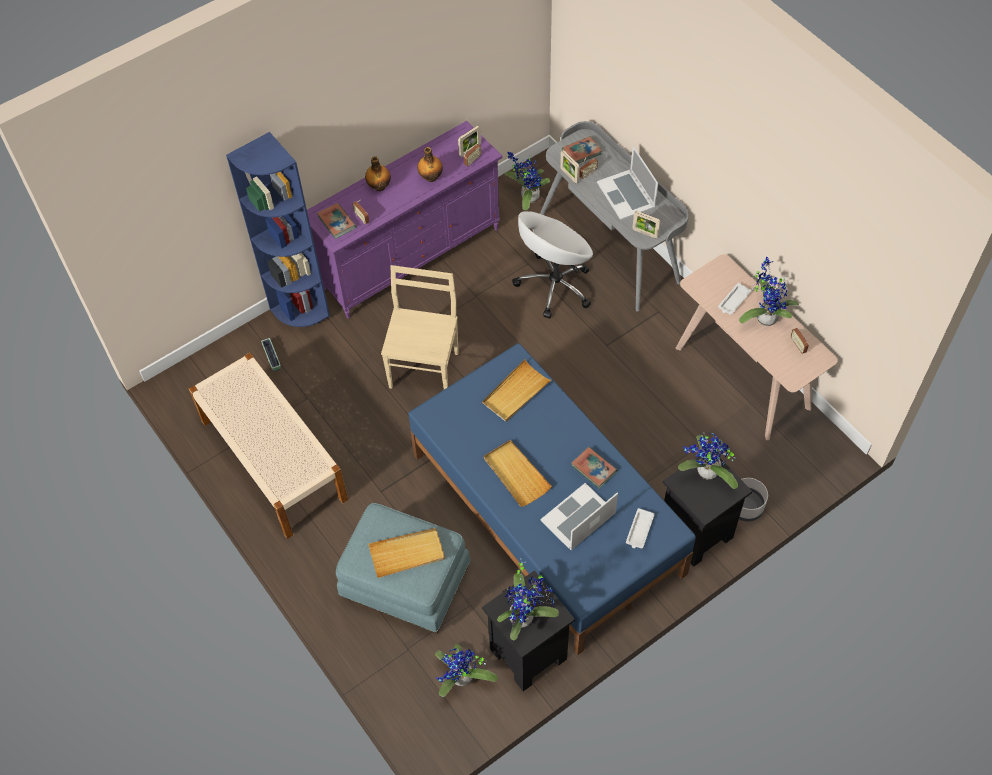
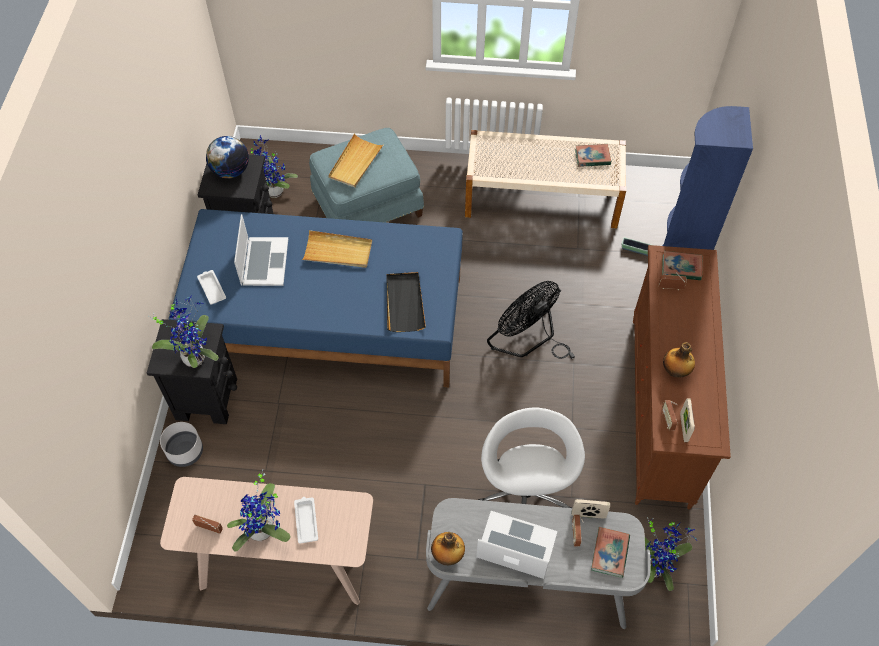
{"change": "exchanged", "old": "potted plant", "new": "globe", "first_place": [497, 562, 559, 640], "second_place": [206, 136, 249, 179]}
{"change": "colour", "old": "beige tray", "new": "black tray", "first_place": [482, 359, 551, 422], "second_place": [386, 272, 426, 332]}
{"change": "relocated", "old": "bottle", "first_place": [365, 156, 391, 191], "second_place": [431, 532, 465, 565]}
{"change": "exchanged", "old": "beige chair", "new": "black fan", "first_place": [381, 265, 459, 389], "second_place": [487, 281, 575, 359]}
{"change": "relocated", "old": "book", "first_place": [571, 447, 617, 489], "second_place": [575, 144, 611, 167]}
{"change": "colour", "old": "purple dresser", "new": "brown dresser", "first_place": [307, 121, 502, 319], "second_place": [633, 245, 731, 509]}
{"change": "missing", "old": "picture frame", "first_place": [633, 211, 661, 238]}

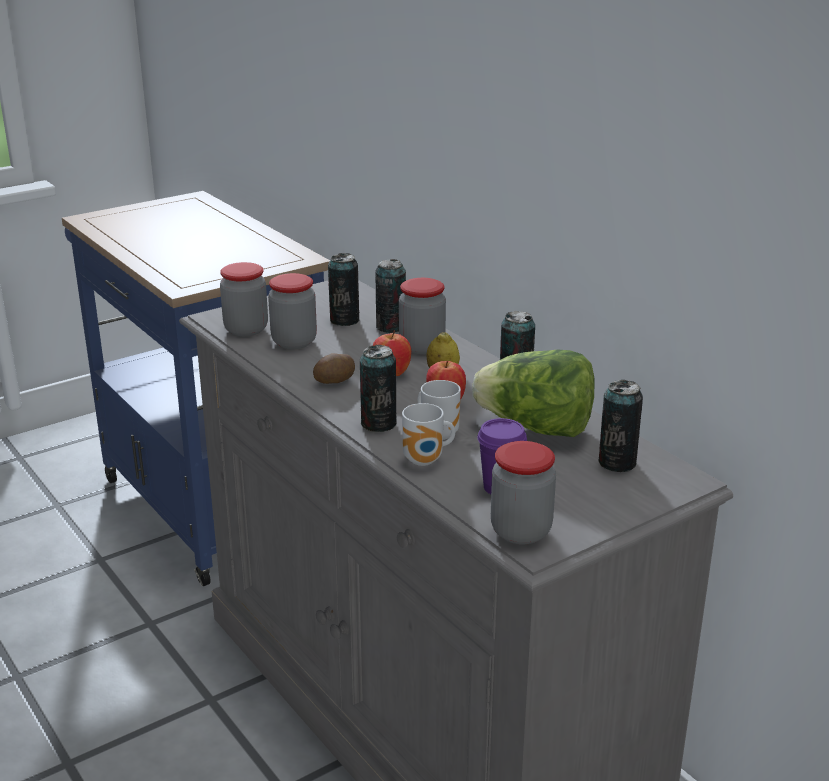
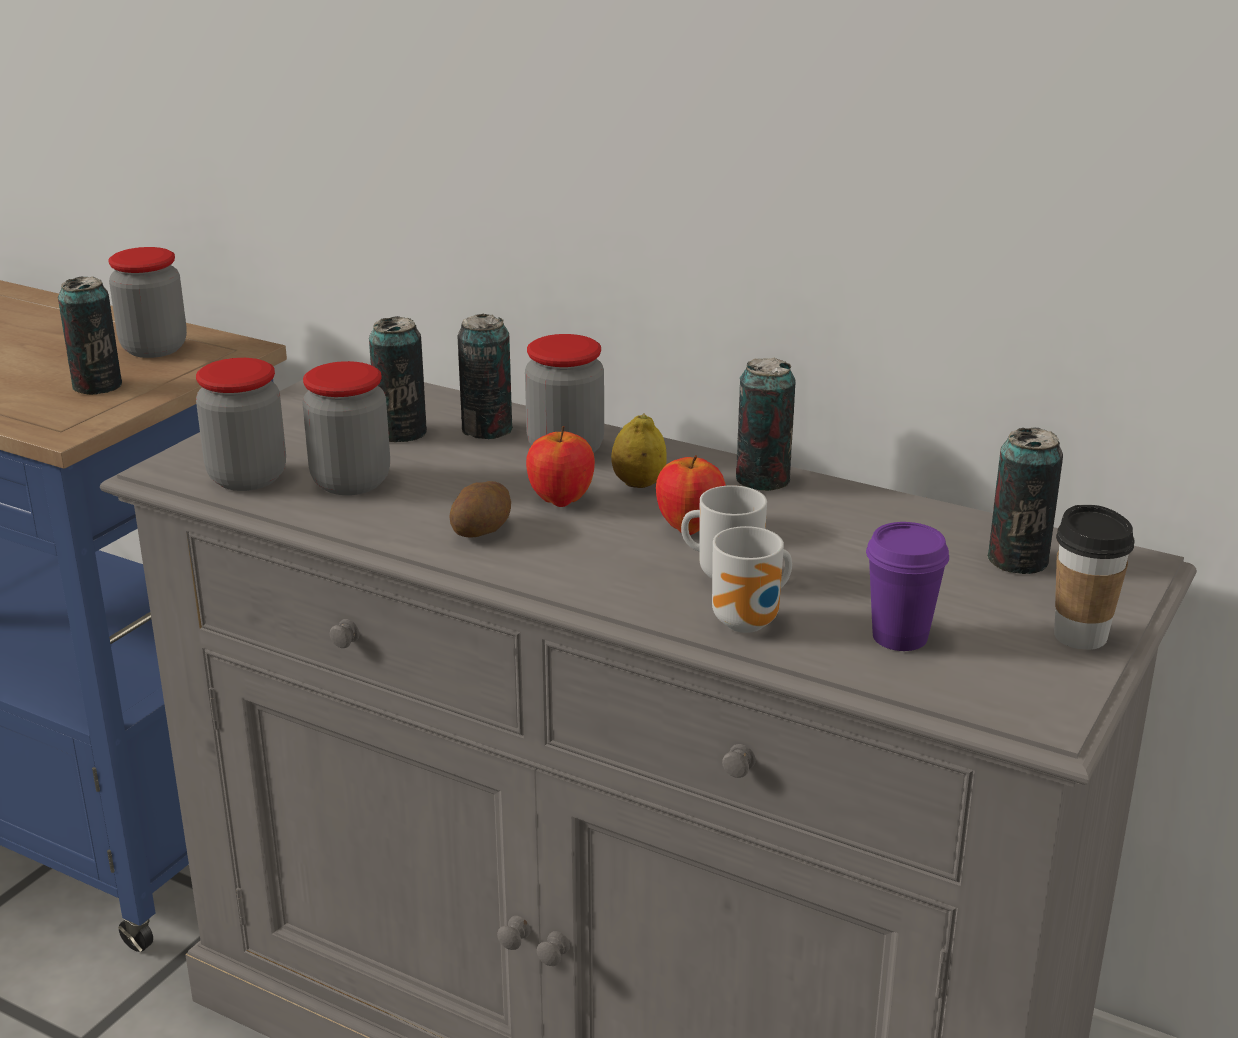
{"change": "relocated", "old": "can", "first_place": [360, 345, 397, 432], "second_place": [58, 276, 122, 395]}
{"change": "relocated", "old": "jar", "first_place": [491, 441, 556, 544], "second_place": [108, 247, 187, 358]}
{"change": "appeared", "new": "cup", "second_place": [1054, 505, 1135, 650]}
{"change": "missing", "old": "lettuce", "first_place": [472, 350, 595, 437]}

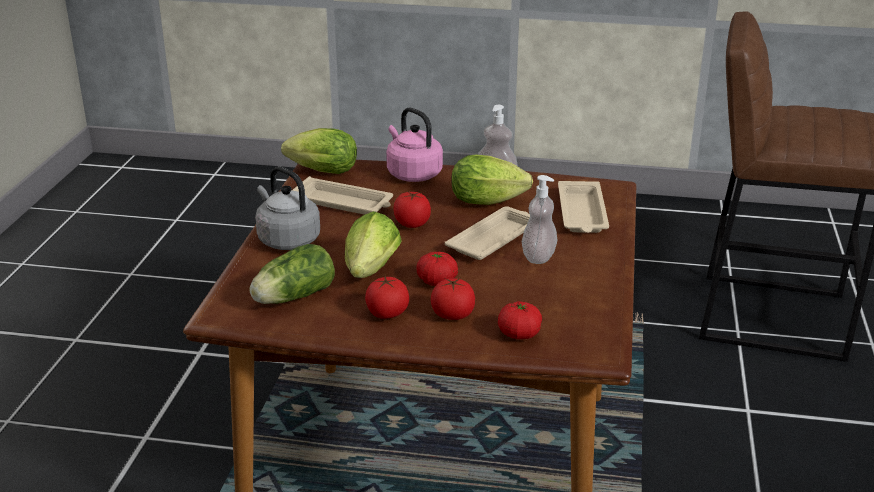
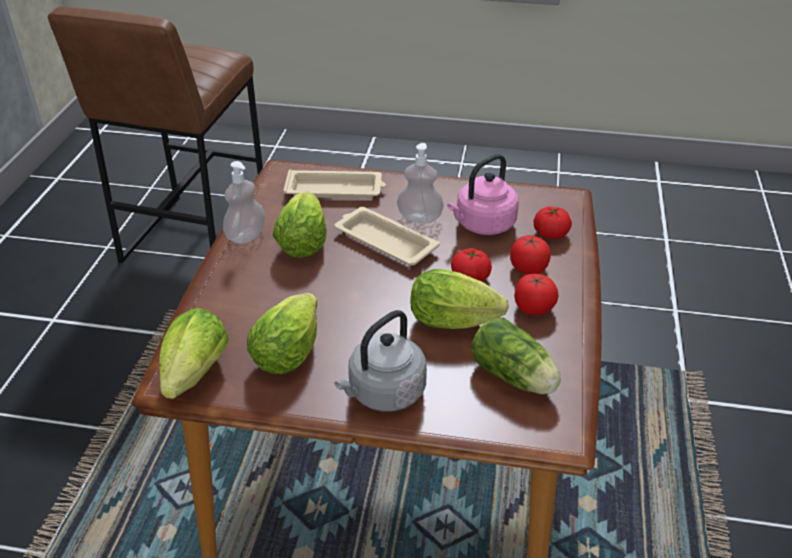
{"change": "exchanged", "old": "beige tray", "new": "lettuce", "first_place": [292, 176, 393, 215], "second_place": [247, 293, 317, 374]}
{"change": "relocated", "old": "pink kettle", "first_place": [386, 107, 443, 182], "second_place": [447, 154, 519, 235]}
{"change": "missing", "old": "tomato", "first_place": [393, 192, 431, 228]}

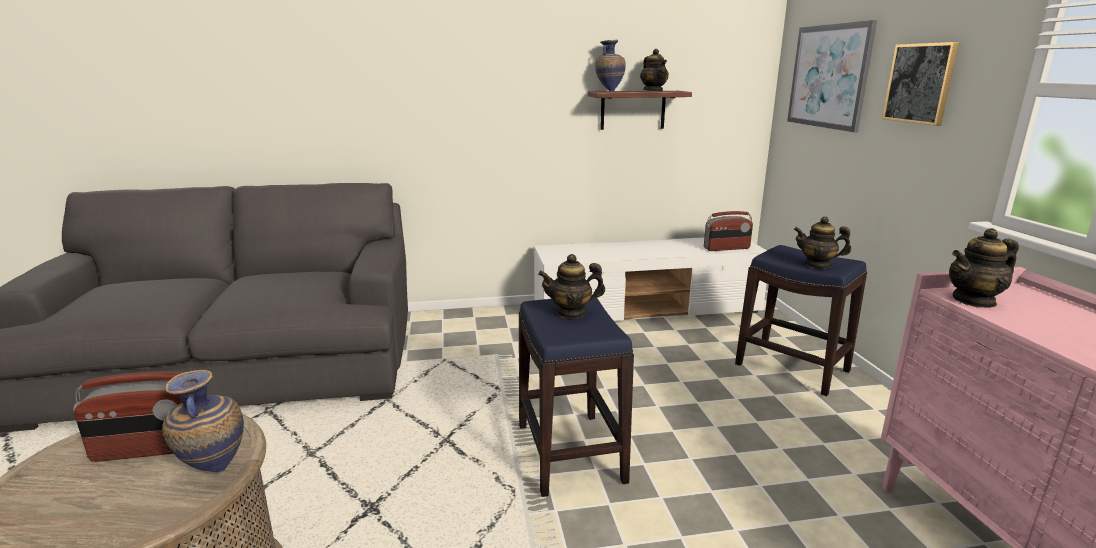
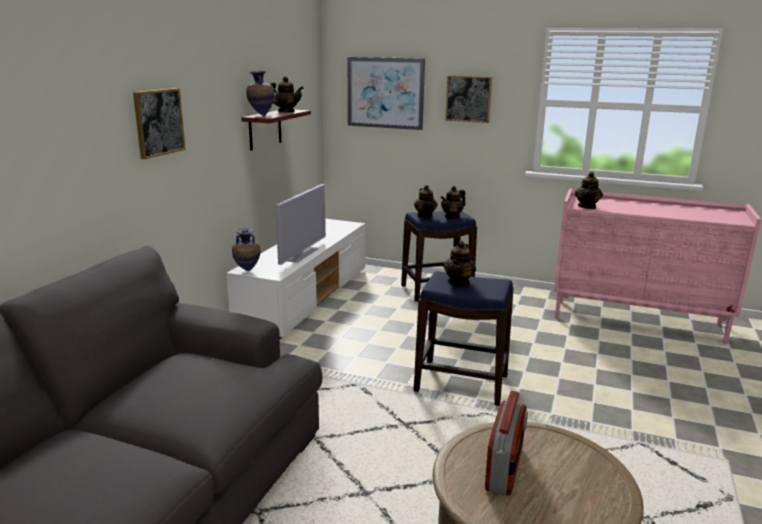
{"change": "appeared", "new": "picture", "second_place": [133, 88, 185, 159]}
{"change": "relocated", "old": "vase", "first_place": [162, 370, 244, 472], "second_place": [232, 228, 261, 271]}
{"change": "appeared", "new": "television", "second_place": [275, 184, 326, 265]}
{"change": "appeared", "new": "teapot", "second_place": [414, 185, 437, 218]}
{"change": "missing", "old": "radio", "first_place": [704, 211, 753, 251]}

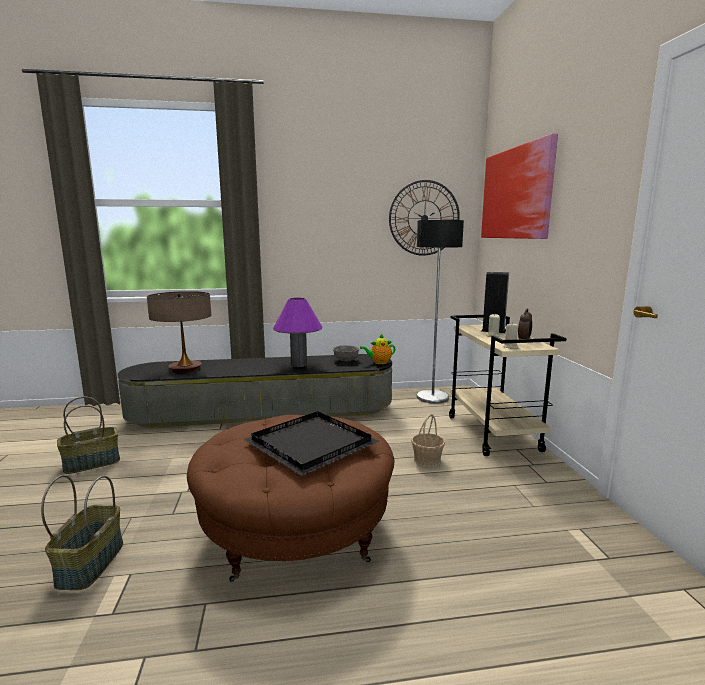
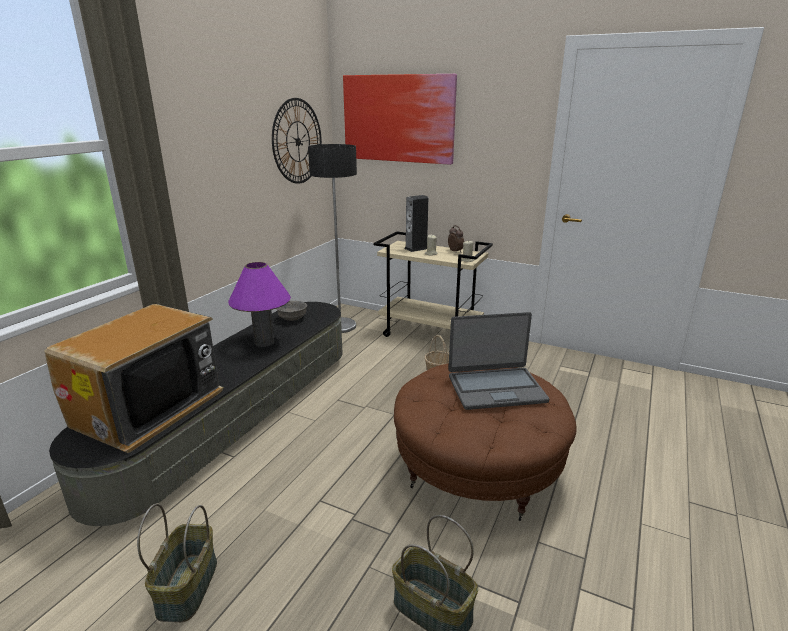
{"change": "exchanged", "old": "table lamp", "new": "television", "first_place": [147, 291, 211, 372], "second_place": [44, 304, 224, 453]}
{"change": "exchanged", "old": "black tray", "new": "laptop", "first_place": [244, 411, 379, 476], "second_place": [448, 312, 549, 410]}
{"change": "missing", "old": "teapot", "first_place": [360, 334, 395, 364]}

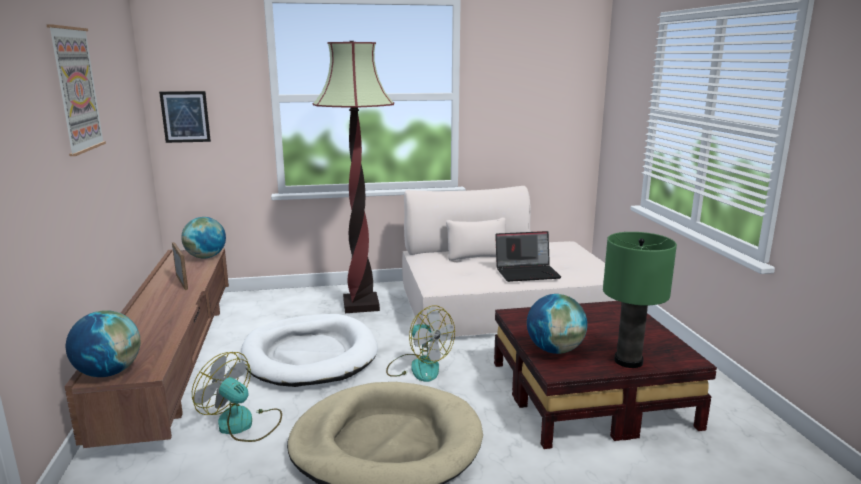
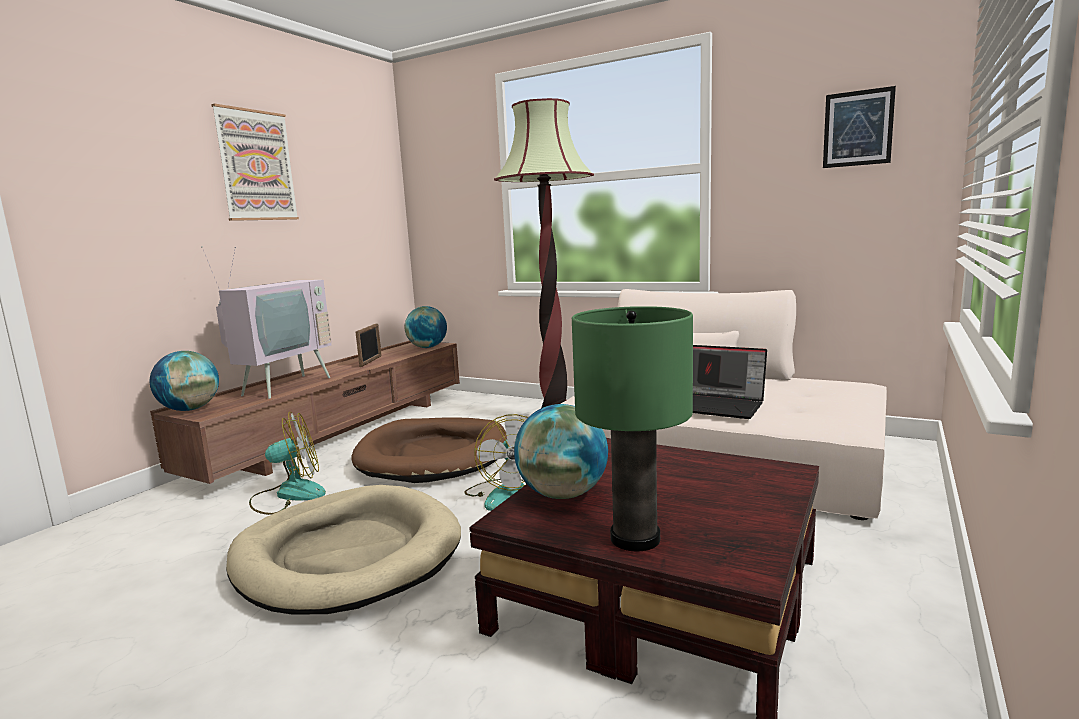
{"change": "appeared", "new": "television", "second_place": [201, 246, 331, 399]}
{"change": "spun", "old": "fan", "first_place": [192, 352, 282, 442], "second_place": [249, 412, 326, 515], "degrees": 90}
{"change": "colour", "old": "white dog bed", "new": "brown dog bed", "first_place": [241, 314, 378, 387], "second_place": [351, 417, 507, 483]}
{"change": "relocated", "old": "picture", "first_place": [159, 91, 211, 143], "second_place": [823, 86, 896, 168]}

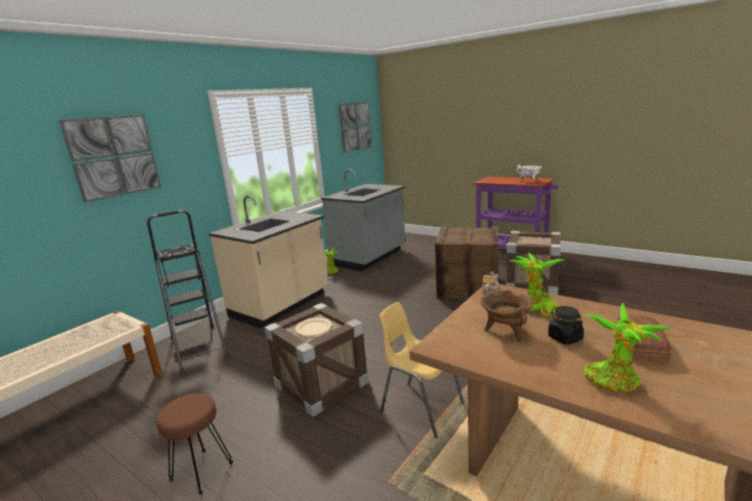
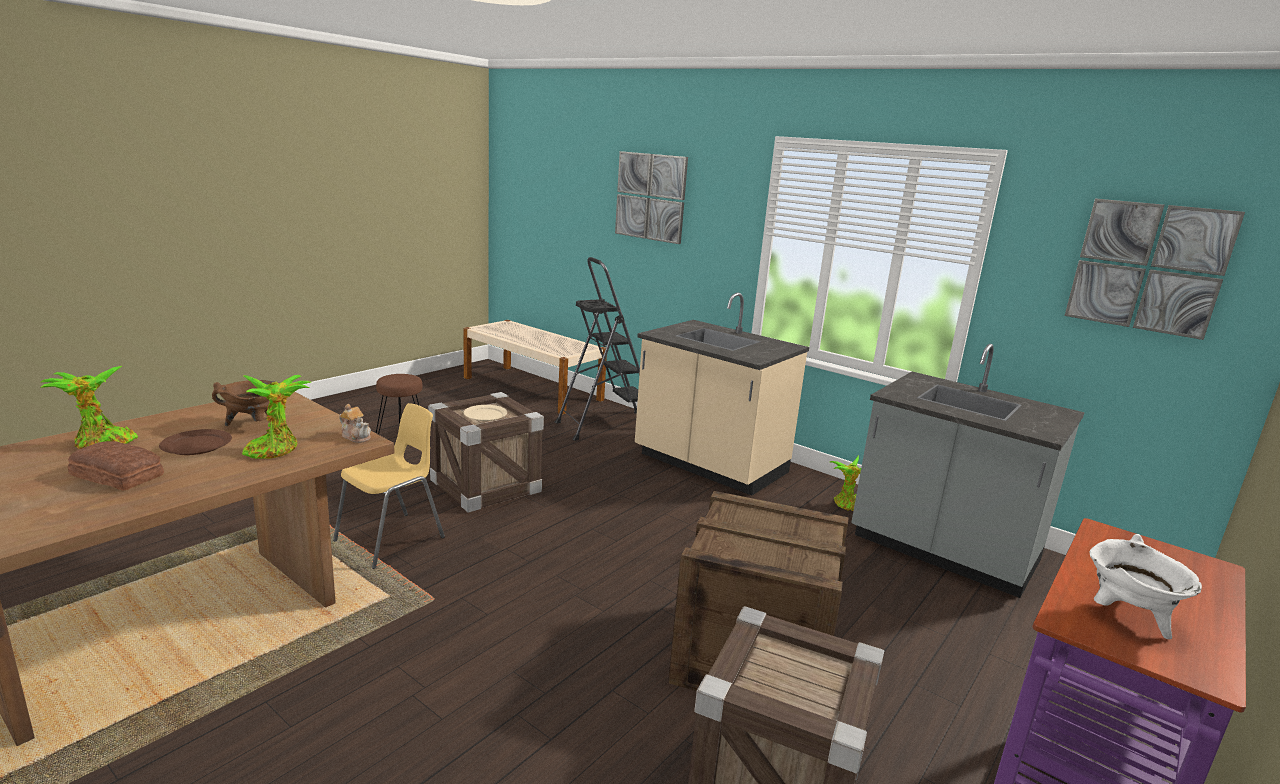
{"change": "exchanged", "old": "black jar", "new": "brown plate", "first_place": [548, 306, 584, 345], "second_place": [159, 429, 232, 455]}

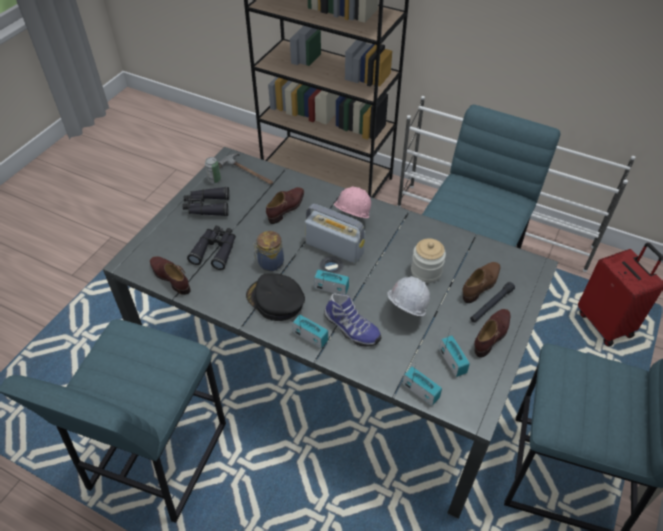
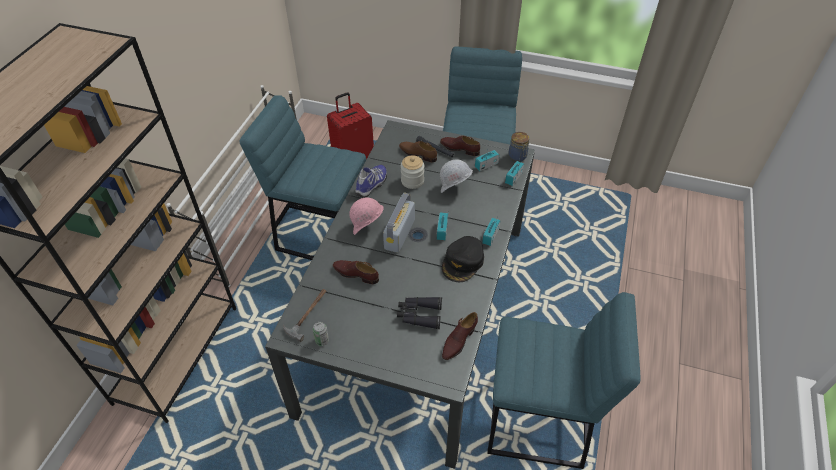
{"change": "relocated", "old": "shoe", "first_place": [324, 294, 381, 347], "second_place": [355, 165, 387, 198]}
{"change": "relocated", "old": "jar", "first_place": [253, 231, 284, 271], "second_place": [509, 132, 529, 162]}
{"change": "missing", "old": "black binoculars", "first_place": [183, 186, 229, 216]}

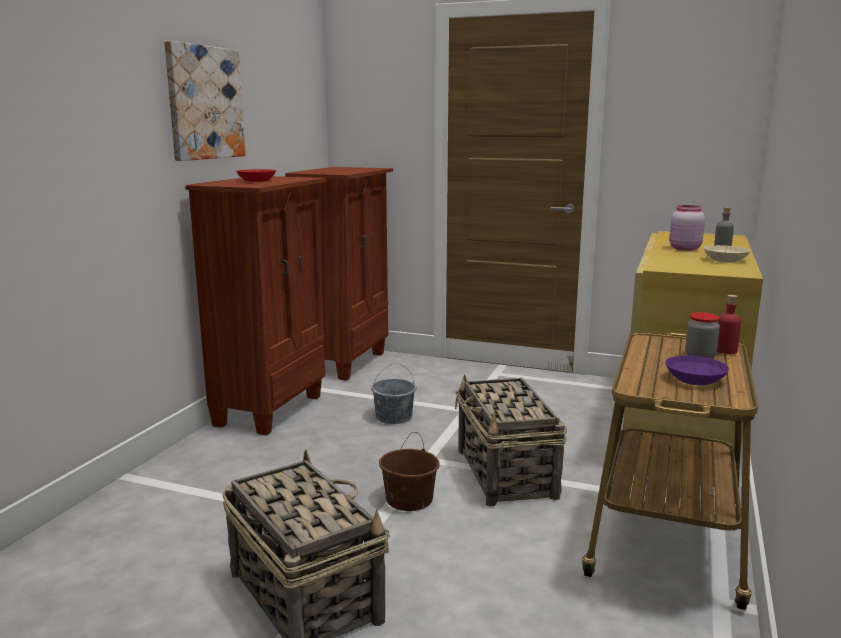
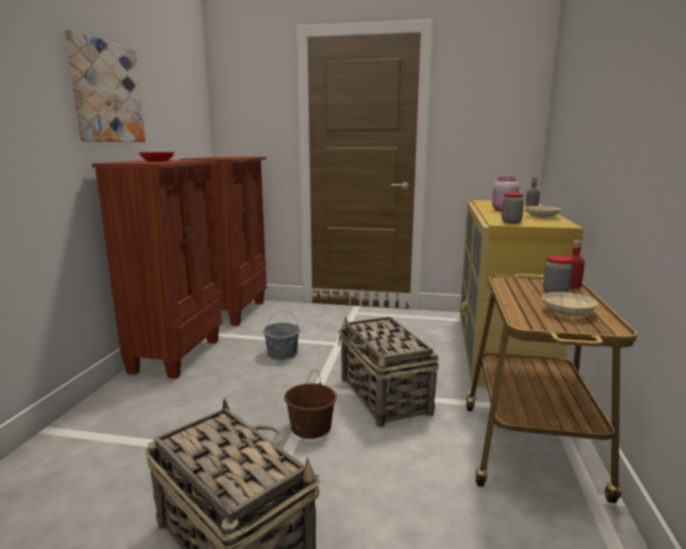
{"change": "appeared", "new": "jar", "second_place": [502, 193, 524, 224]}
{"change": "colour", "old": "purple bowl", "new": "beige bowl", "first_place": [665, 356, 729, 385], "second_place": [542, 292, 598, 317]}

